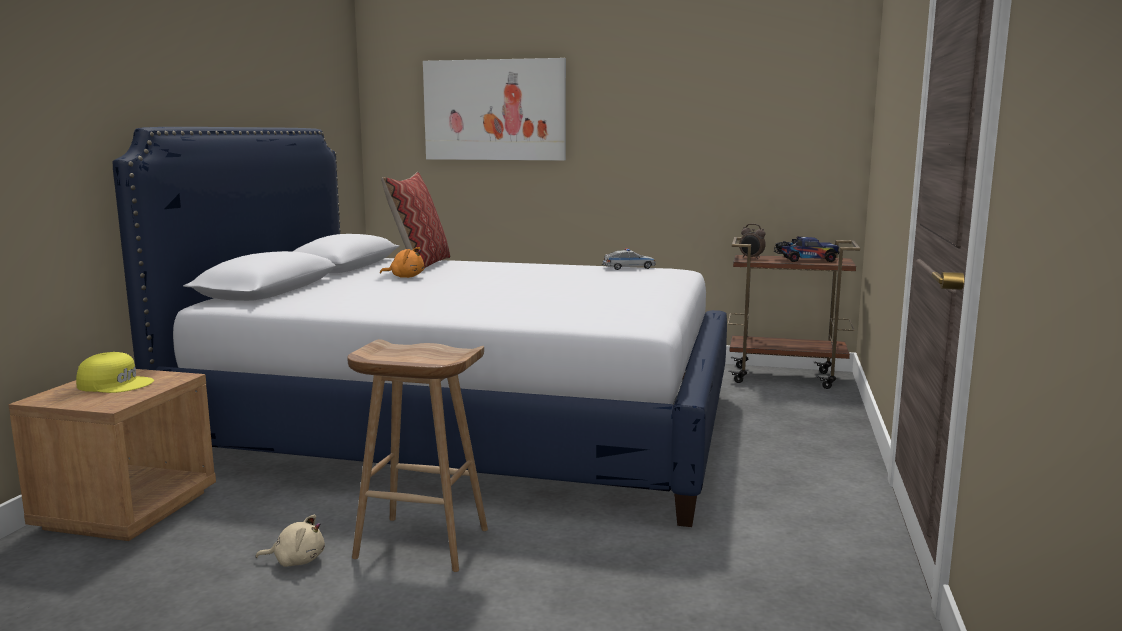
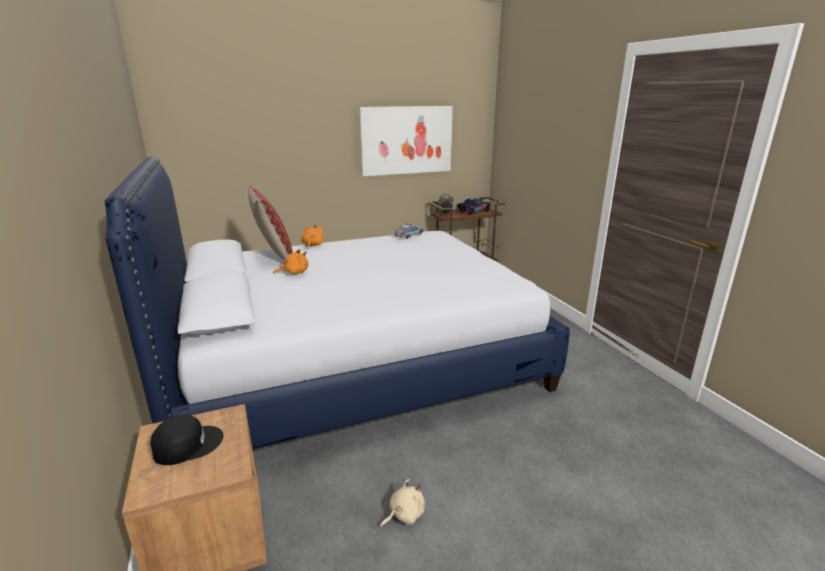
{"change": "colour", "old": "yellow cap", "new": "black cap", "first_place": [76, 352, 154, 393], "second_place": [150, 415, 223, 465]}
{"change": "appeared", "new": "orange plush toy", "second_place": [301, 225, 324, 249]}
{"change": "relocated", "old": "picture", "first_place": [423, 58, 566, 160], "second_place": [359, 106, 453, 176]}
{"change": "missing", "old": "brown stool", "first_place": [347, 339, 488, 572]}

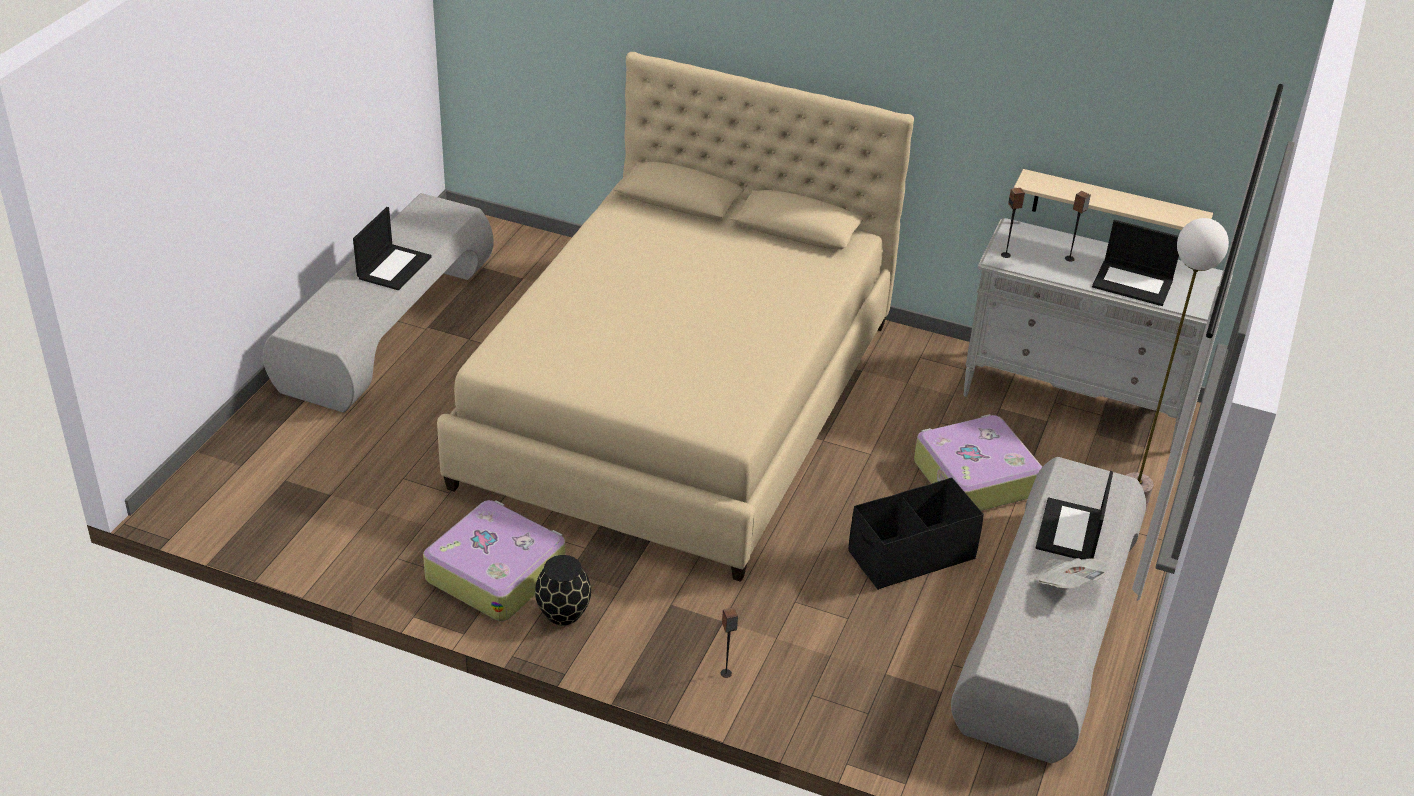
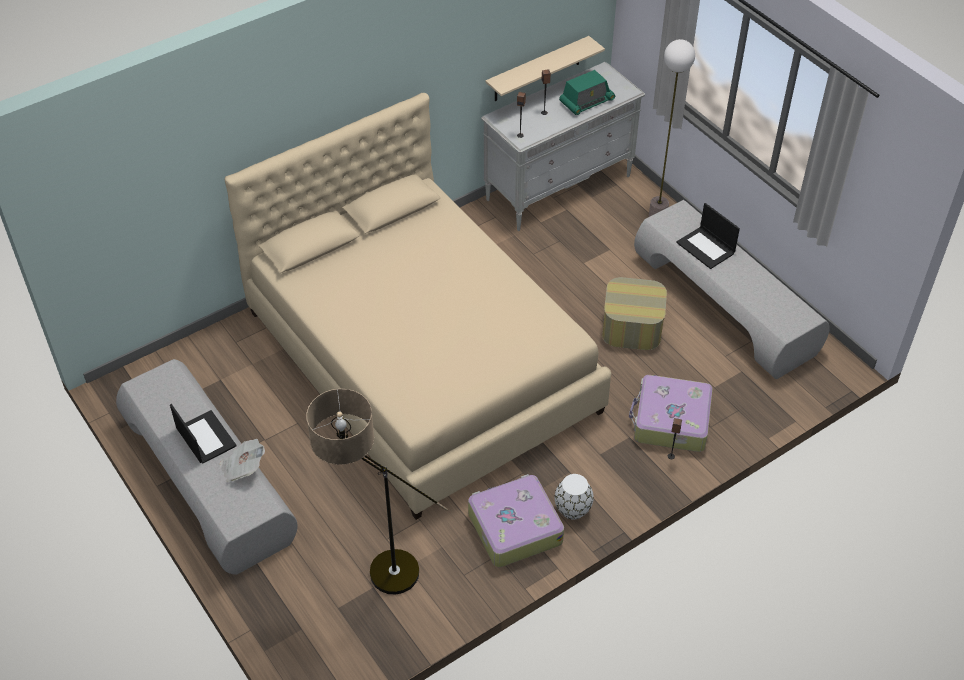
{"change": "relocated", "old": "newspaper", "first_place": [1033, 558, 1108, 588], "second_place": [219, 439, 265, 482]}
{"change": "appeared", "new": "floor lamp", "second_place": [306, 389, 448, 594]}
{"change": "colour", "old": "black vase", "new": "white vase", "first_place": [535, 555, 591, 625], "second_place": [555, 474, 594, 520]}
{"change": "exchanged", "old": "laptop", "new": "radio", "first_place": [1092, 220, 1179, 306], "second_place": [559, 70, 615, 115]}
{"change": "exchanged", "old": "black storage box", "new": "ottoman", "first_place": [848, 477, 984, 590], "second_place": [602, 277, 667, 350]}
{"change": "relocated", "old": "suitcase", "first_place": [914, 414, 1042, 511], "second_place": [629, 375, 713, 452]}

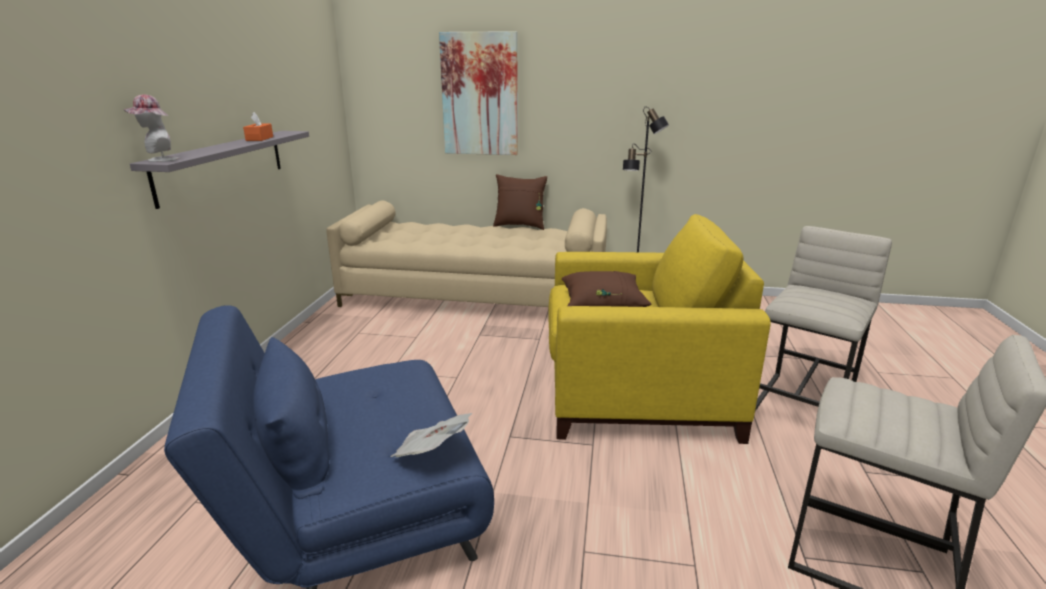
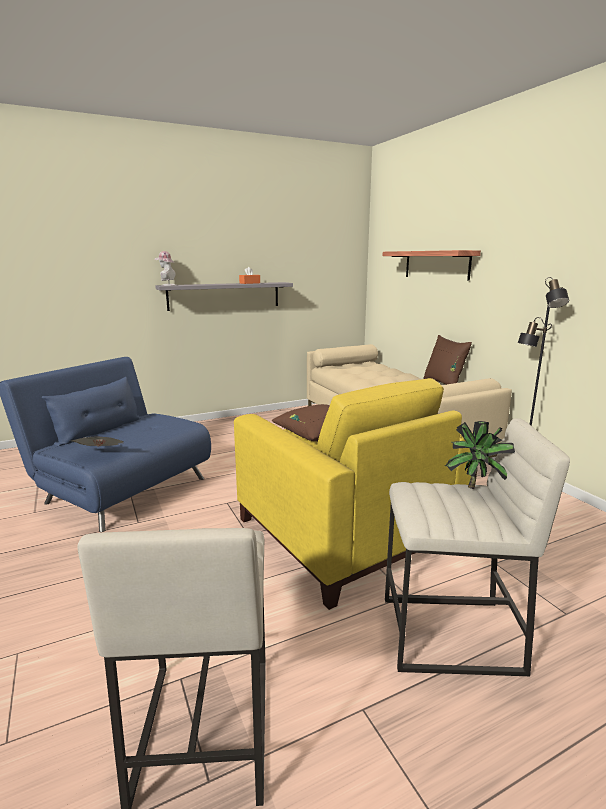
{"change": "exchanged", "old": "picture", "new": "shelf", "first_place": [439, 31, 518, 155], "second_place": [383, 250, 481, 281]}
{"change": "appeared", "new": "potted plant", "second_place": [445, 421, 515, 489]}

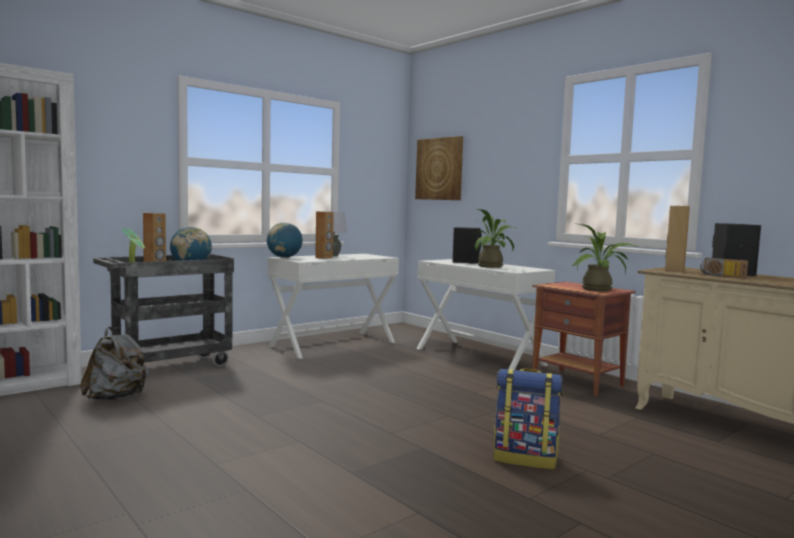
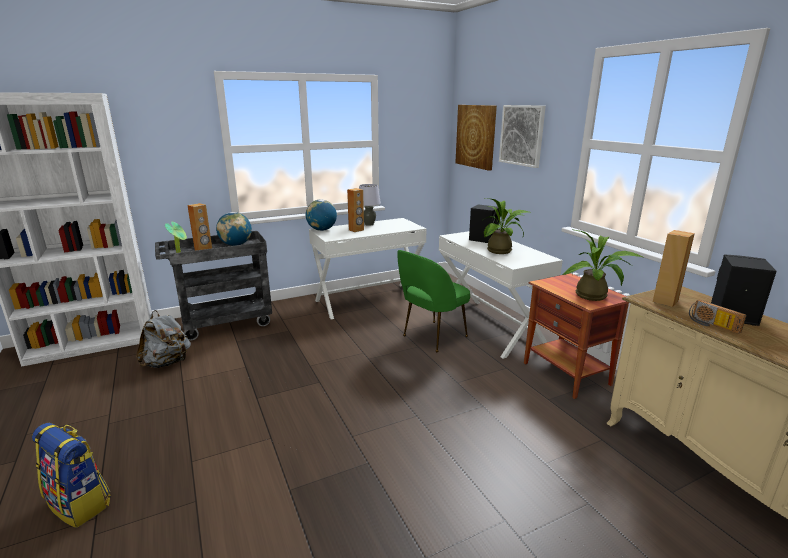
{"change": "relocated", "old": "backpack", "first_place": [494, 368, 563, 469], "second_place": [32, 423, 111, 528]}
{"change": "appeared", "new": "green chair", "second_place": [397, 250, 470, 352]}
{"change": "appeared", "new": "picture", "second_place": [499, 105, 546, 168]}

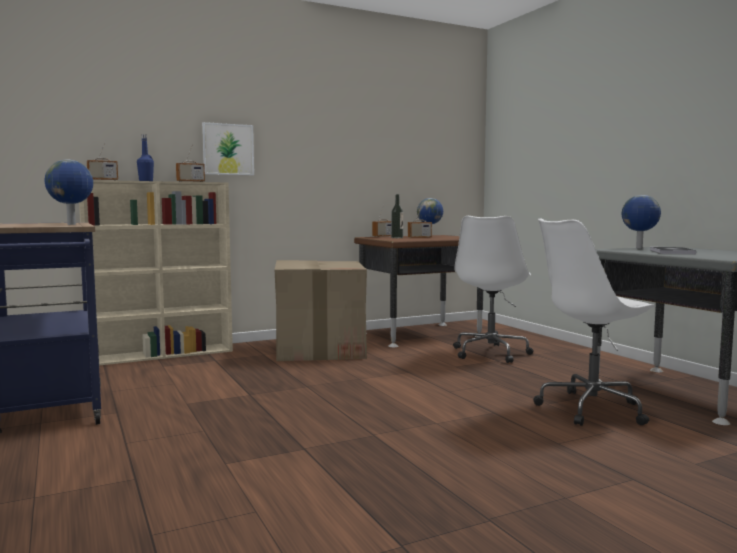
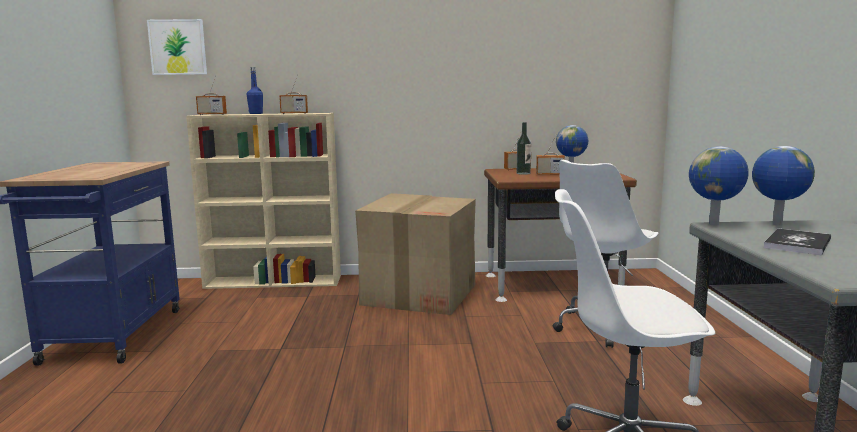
{"change": "relocated", "old": "picture", "first_place": [202, 122, 254, 175], "second_place": [147, 19, 207, 75]}
{"change": "relocated", "old": "globe", "first_place": [44, 160, 93, 225], "second_place": [689, 146, 749, 225]}

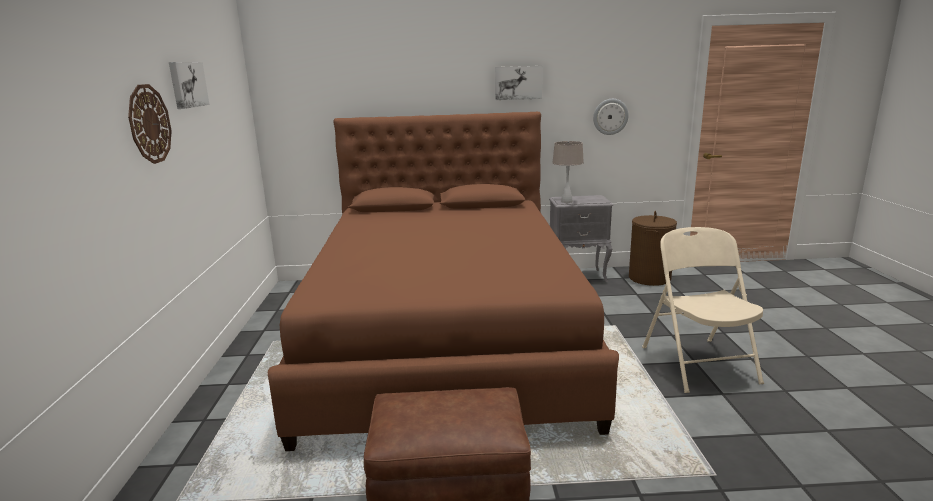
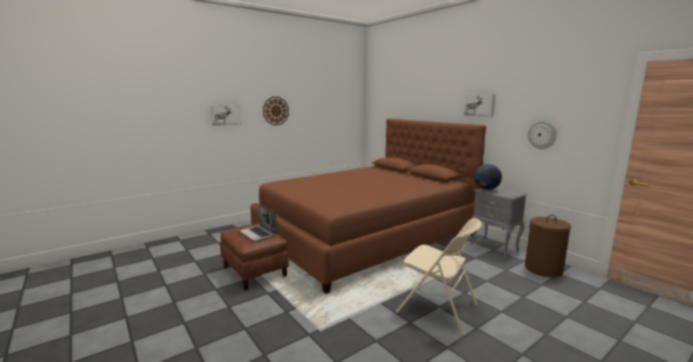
{"change": "relocated", "old": "picture", "first_place": [169, 62, 210, 109], "second_place": [211, 105, 242, 126]}
{"change": "appeared", "new": "laptop", "second_place": [239, 204, 277, 241]}
{"change": "spun", "old": "beige chair", "first_place": [642, 227, 764, 393], "second_place": [396, 218, 482, 335], "degrees": 75}
{"change": "exchanged", "old": "beige table lamp", "new": "globe", "first_place": [552, 141, 584, 203], "second_place": [475, 164, 502, 190]}

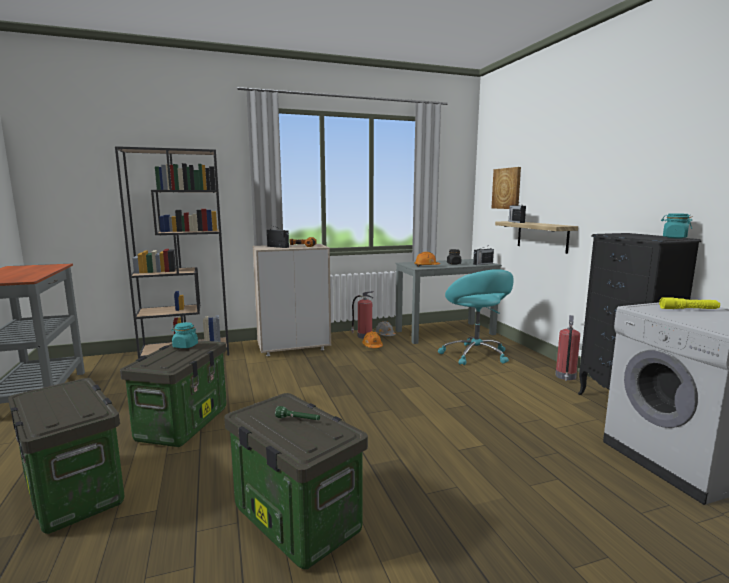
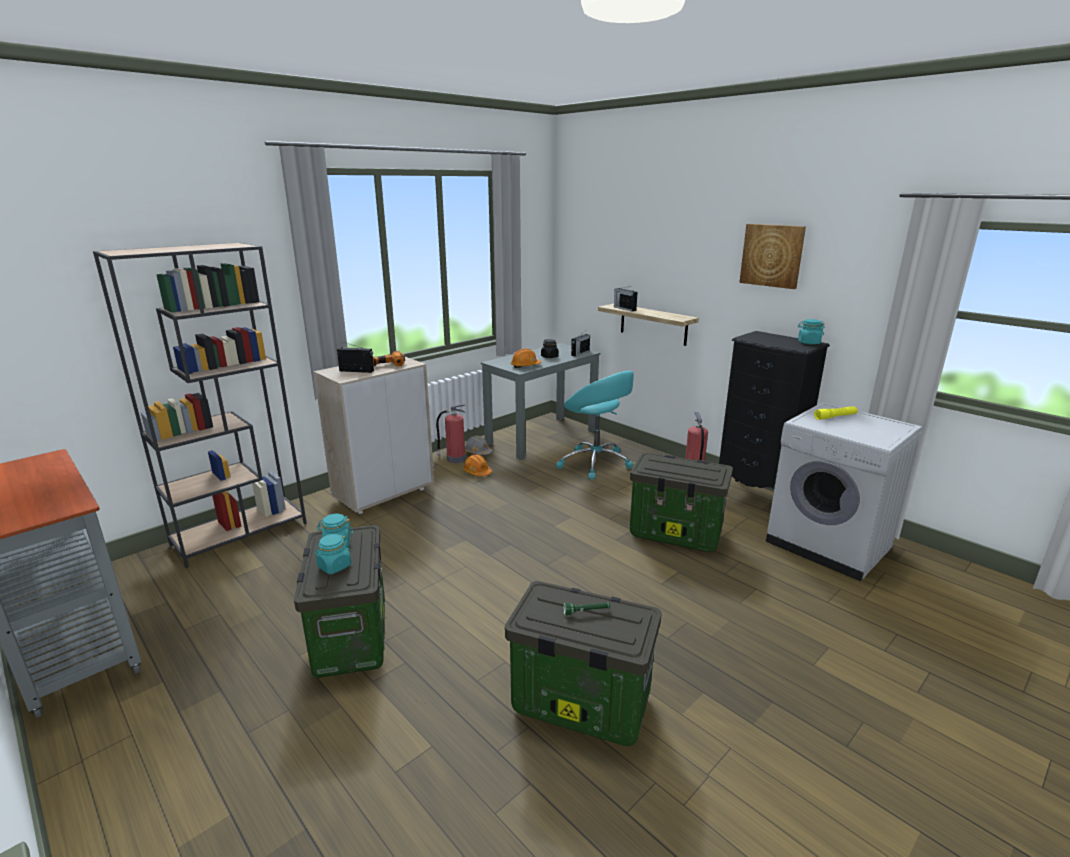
{"change": "appeared", "new": "turquoise jar", "second_place": [314, 534, 351, 574]}
{"change": "relocated", "old": "storage box", "first_place": [8, 378, 124, 534], "second_place": [630, 452, 733, 552]}
{"change": "relocated", "old": "picture", "first_place": [492, 167, 521, 209], "second_place": [739, 224, 806, 289]}

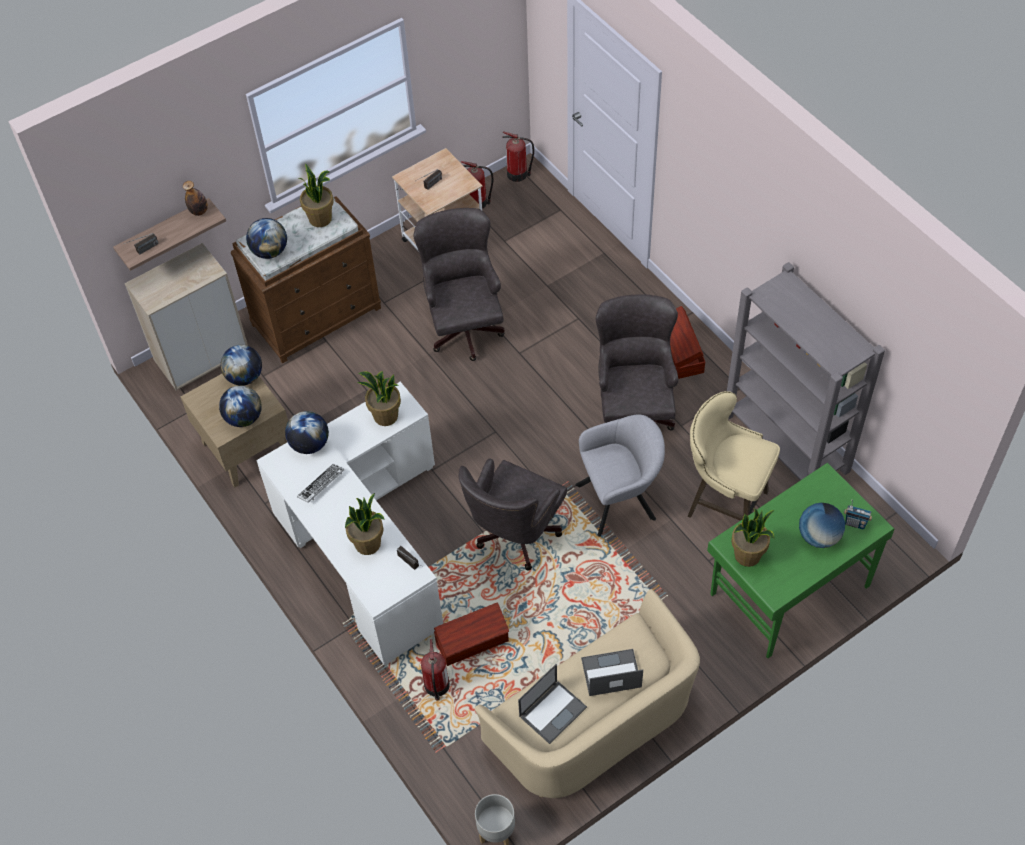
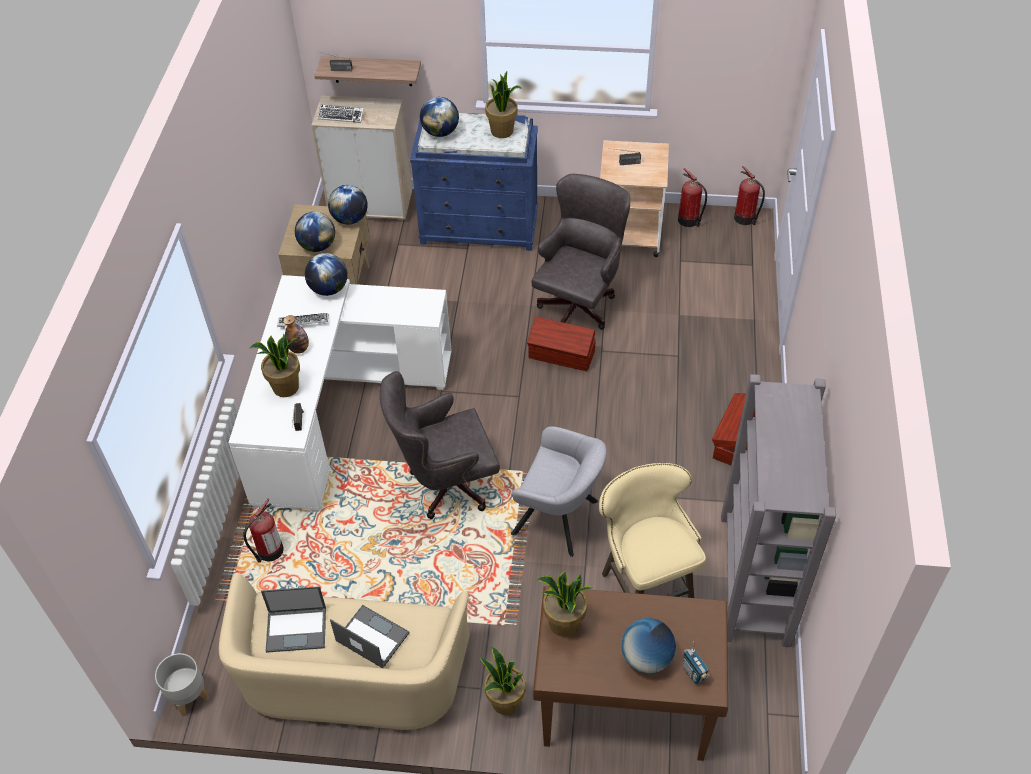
{"change": "relocated", "old": "bottle", "first_place": [183, 181, 208, 216], "second_place": [283, 315, 309, 354]}
{"change": "appeared", "new": "keyboard", "second_place": [318, 104, 364, 123]}
{"change": "colour", "old": "brown dresser", "new": "blue dresser", "first_place": [231, 197, 381, 363], "second_place": [410, 113, 538, 251]}
{"change": "relocated", "old": "potted plant", "first_place": [357, 371, 401, 426], "second_place": [479, 647, 525, 715]}
{"change": "relocated", "old": "brown storage box", "first_place": [434, 602, 509, 666], "second_place": [527, 316, 596, 371]}
{"change": "colour", "old": "green desk", "new": "brown desk", "first_place": [707, 463, 894, 658], "second_place": [533, 586, 728, 761]}
{"change": "missing", "old": "grey office chair", "first_place": [596, 294, 678, 430]}

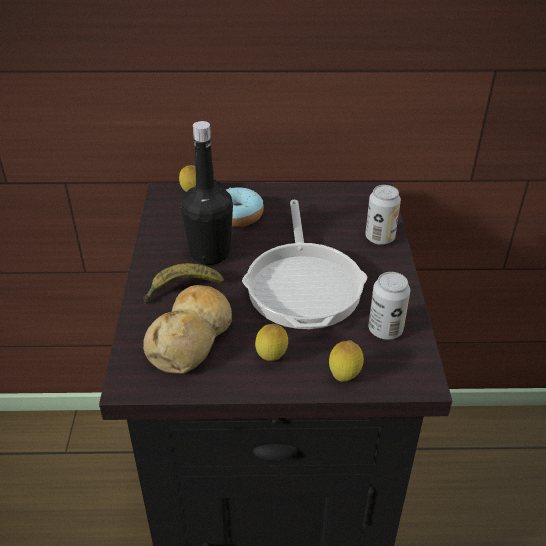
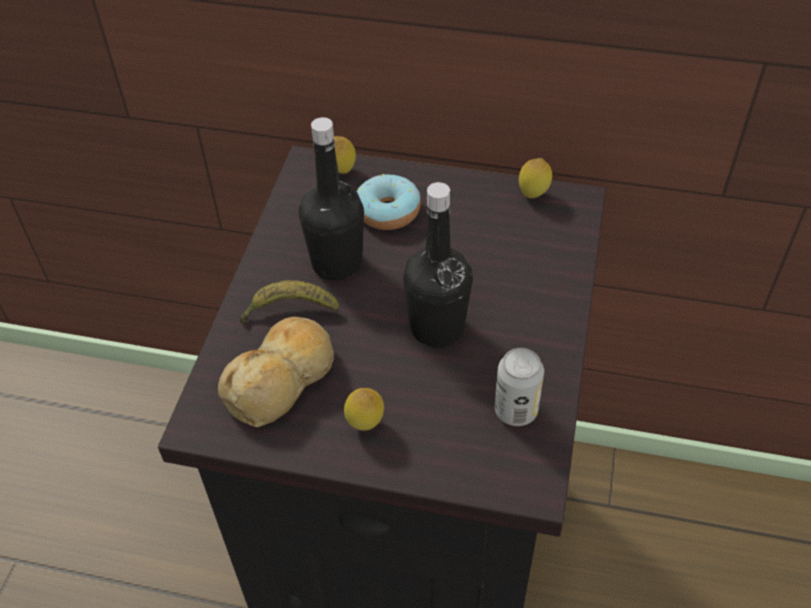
{"change": "exchanged", "old": "frying pan", "new": "black bottle", "first_place": [242, 200, 367, 329], "second_place": [403, 182, 473, 348]}
{"change": "relocated", "old": "lemon", "first_place": [329, 340, 364, 382], "second_place": [519, 158, 552, 198]}
{"change": "missing", "old": "can", "first_place": [365, 185, 401, 245]}

